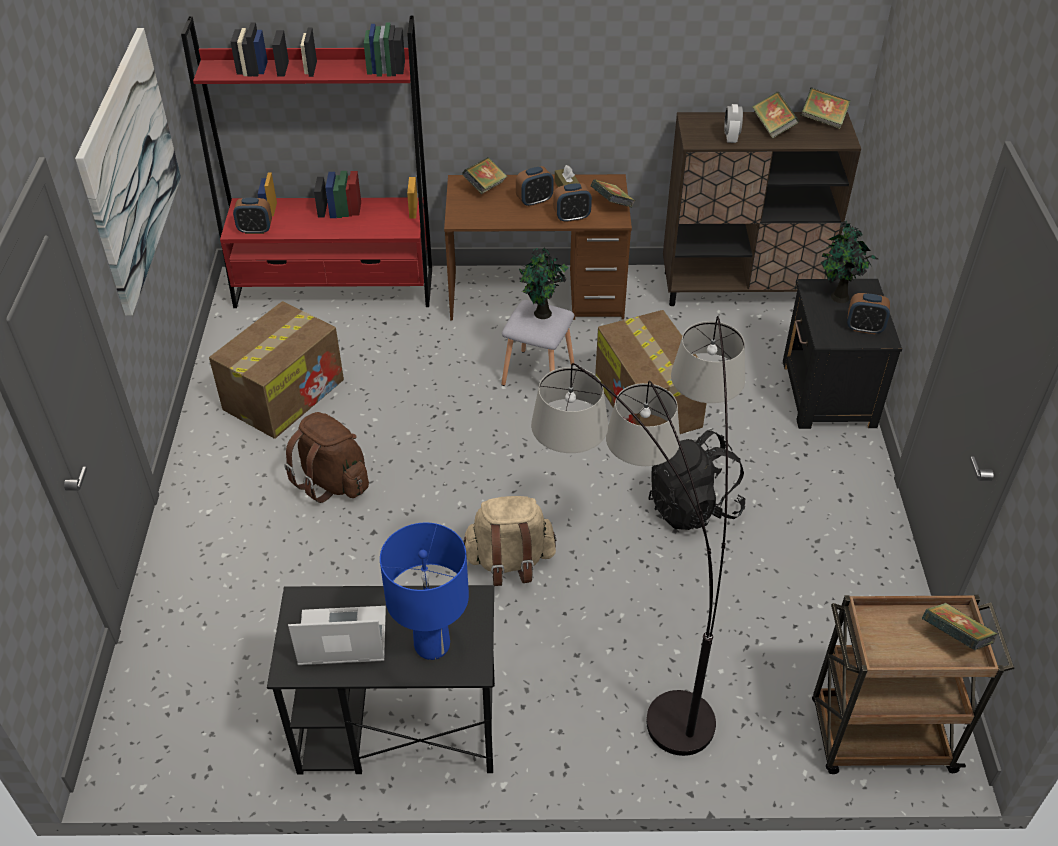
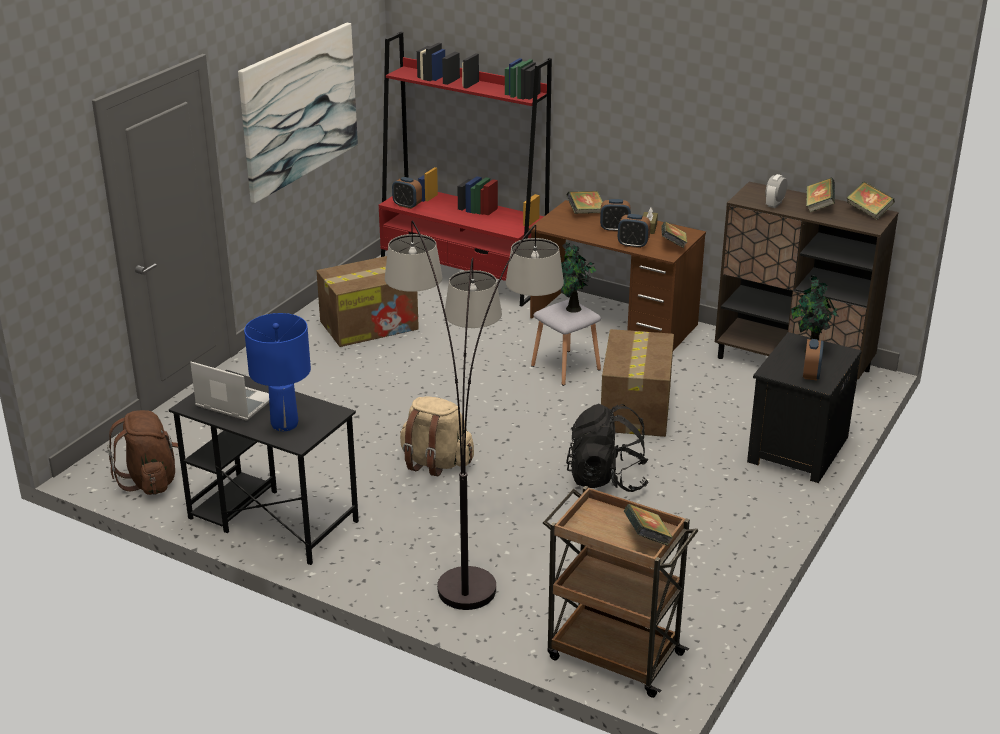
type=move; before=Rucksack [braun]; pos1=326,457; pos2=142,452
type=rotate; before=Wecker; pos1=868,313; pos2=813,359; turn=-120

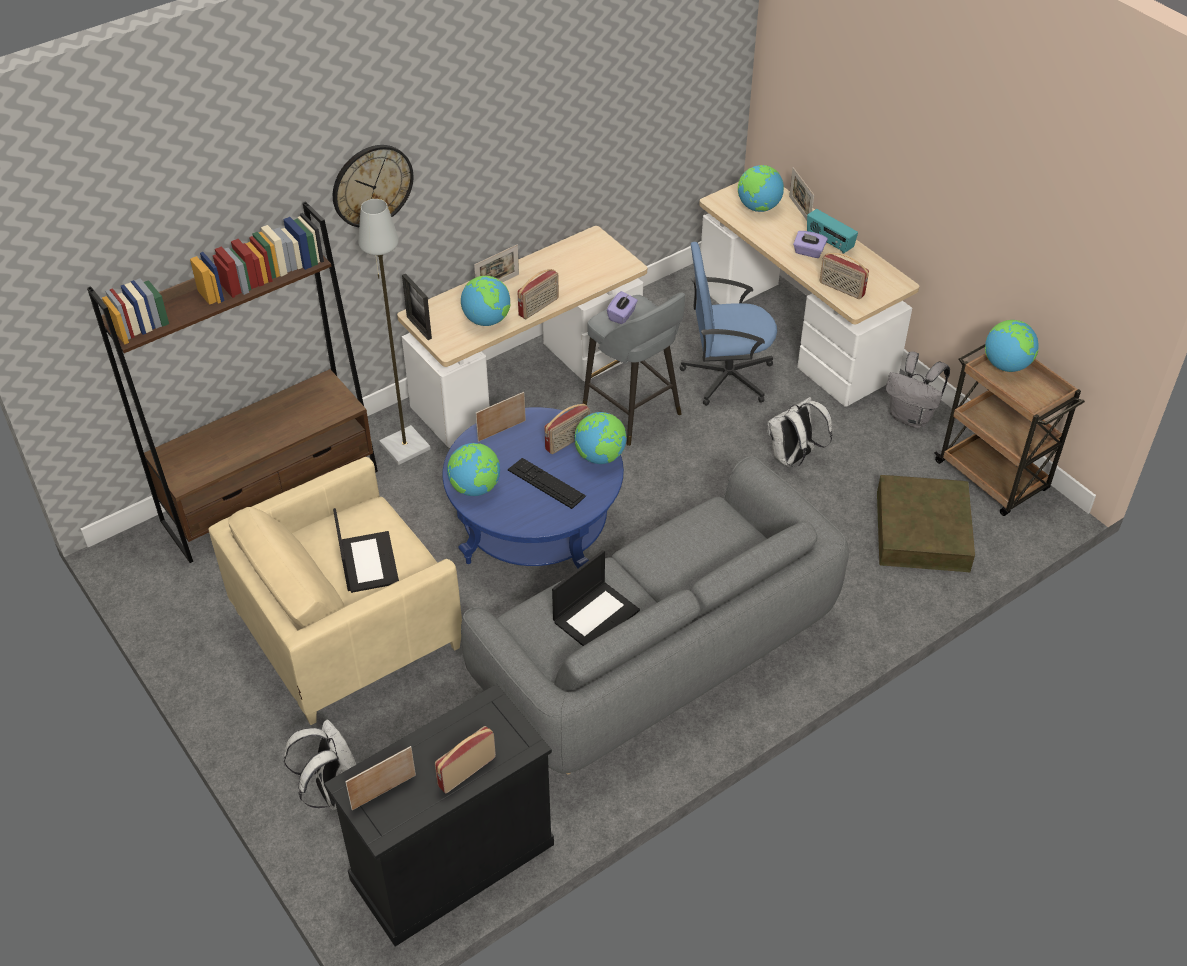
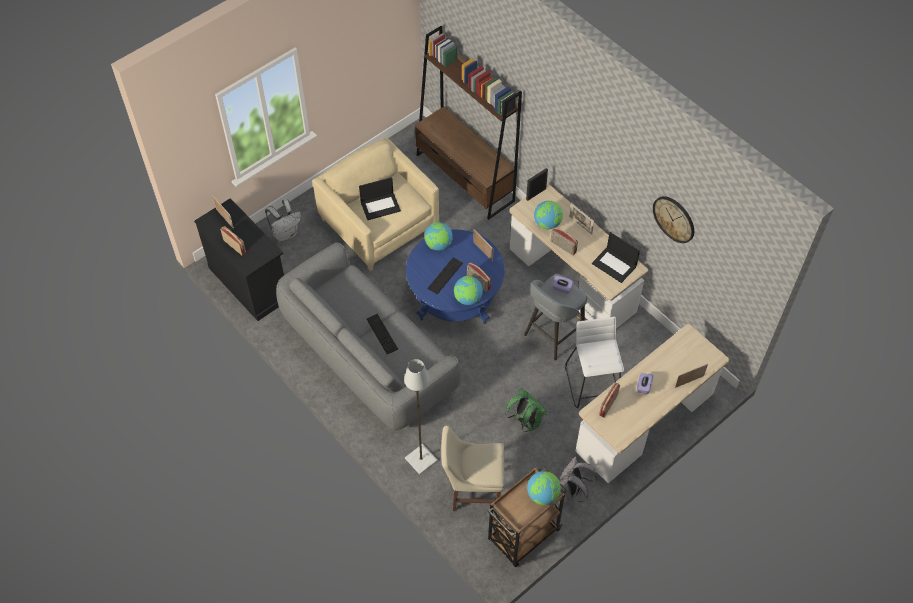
type=delete; before=Globus; pos1=761,188
type=delete; before=Radio; pos1=832,231
type=insert; after=Tastatur; pos2=382,334
type=move; before=Wanduhr; pos1=373,186; pos2=673,219
type=move; before=Stehlampe [grau]; pos1=394,332; pos2=421,417
type=move; before=Laptop; pos1=596,598; pos2=616,257
type=replace; before=Bürostuhl [blau]; after=Hocker [weiß]; pos1=728,324; pos2=594,362
type=replace; before=Aufbewahrungsbox [braun]; after=Stuhl [beige]; pos1=926,524; pos2=472,468
type=recolor; before=Rucksack [weiß]; after=Rucksack [grün]; pos1=799,432; pos2=526,410

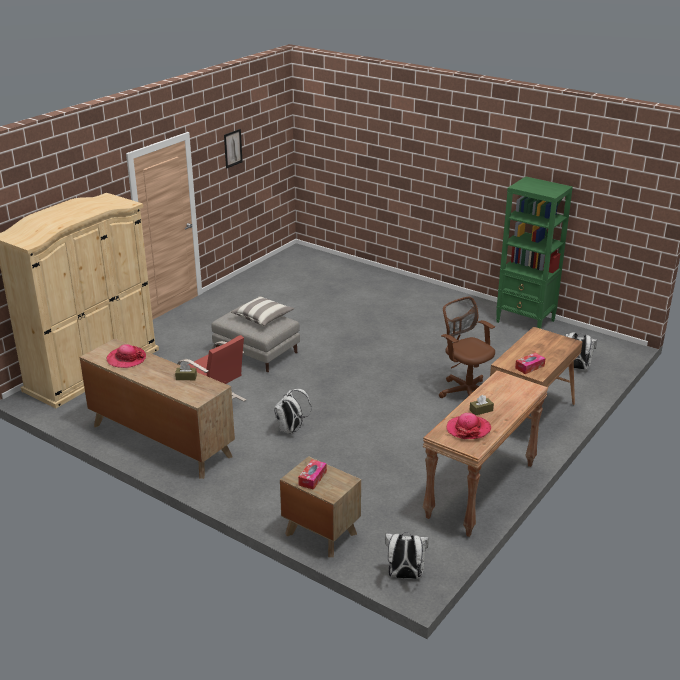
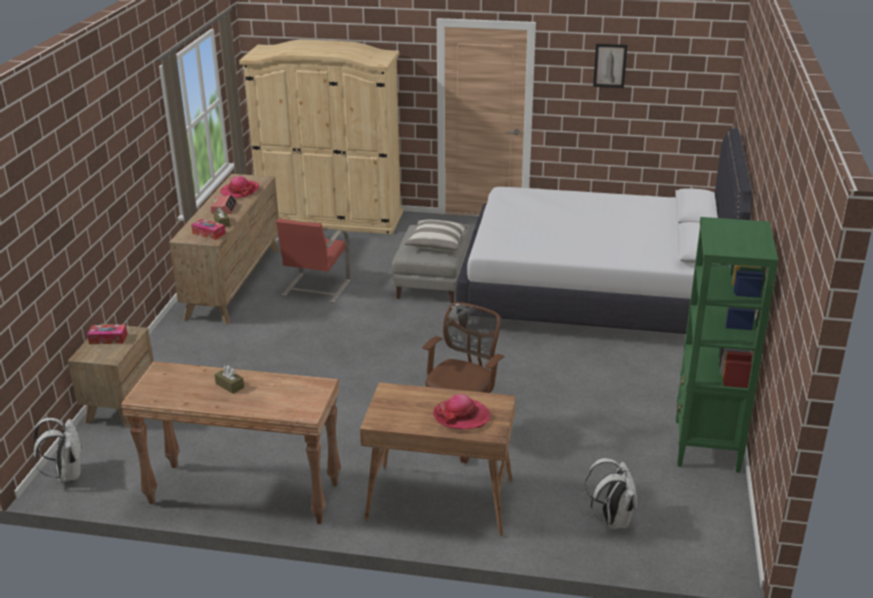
type=delete; before=Rucksack [weiß]; pos1=293,411
type=insert; after=Wecker; pos2=223,204
type=insert; after=Bett [weiß]; pos2=604,231
type=move; before=Hut; pos1=469,426; pos2=461,411
type=move; before=Taschentuchbox; pos1=530,363; pos2=208,229

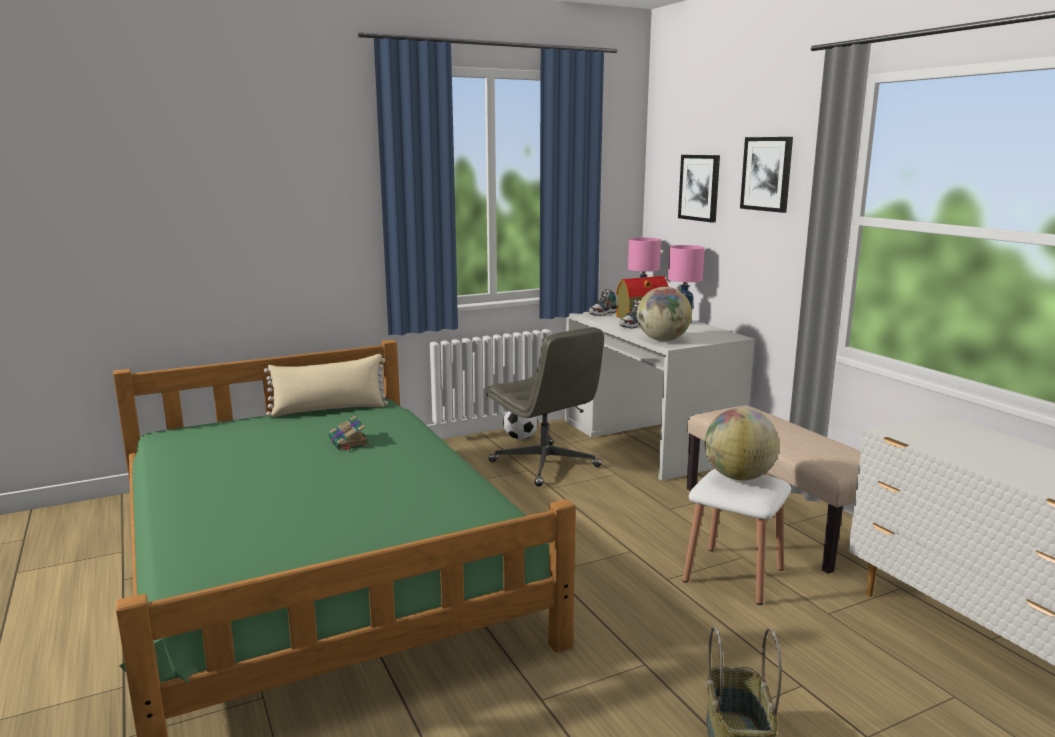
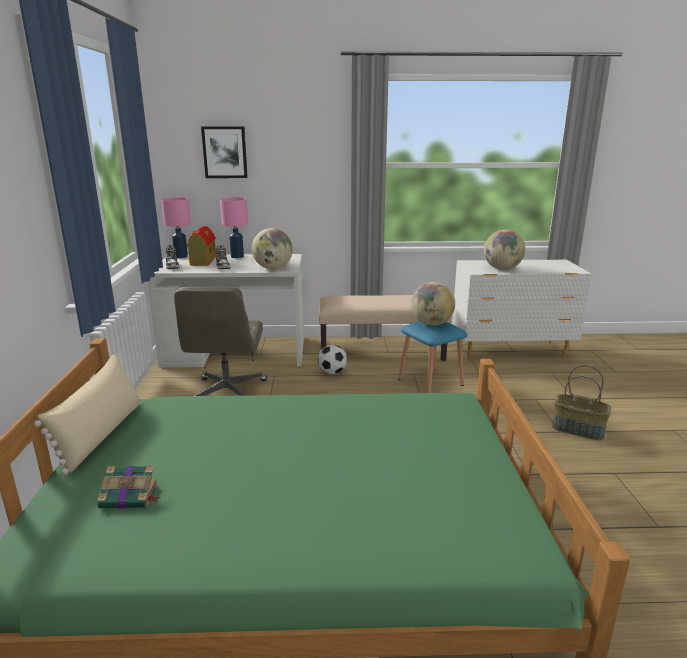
type=delete; before=Bild; pos1=766,175
type=insert; after=Globus; pos2=504,250
type=move; before=Buch; pos1=349,433; pos2=128,487
type=move; before=Fußball; pos1=520,425; pos2=332,359
type=recolor; before=Hocker [weiß]; after=Hocker [blau]; pos1=737,537; pos2=433,357
type=rotate; before=Bürostuhl [grau]; pos1=545,407; pos2=220,341; turn=105

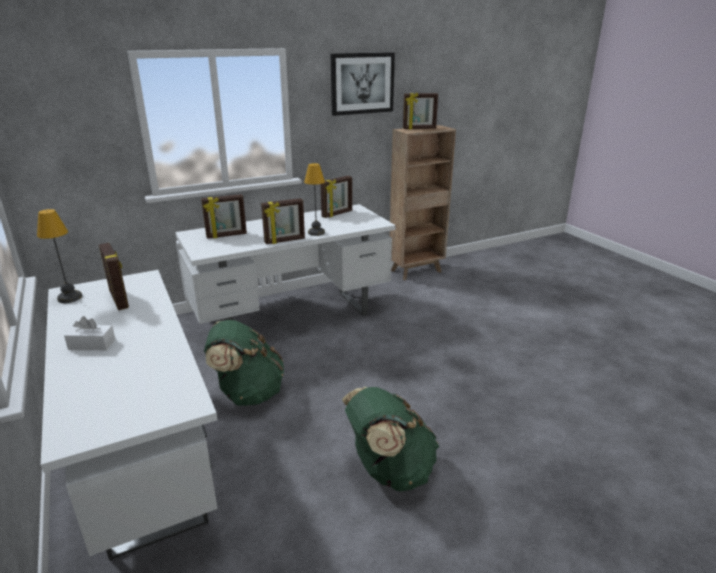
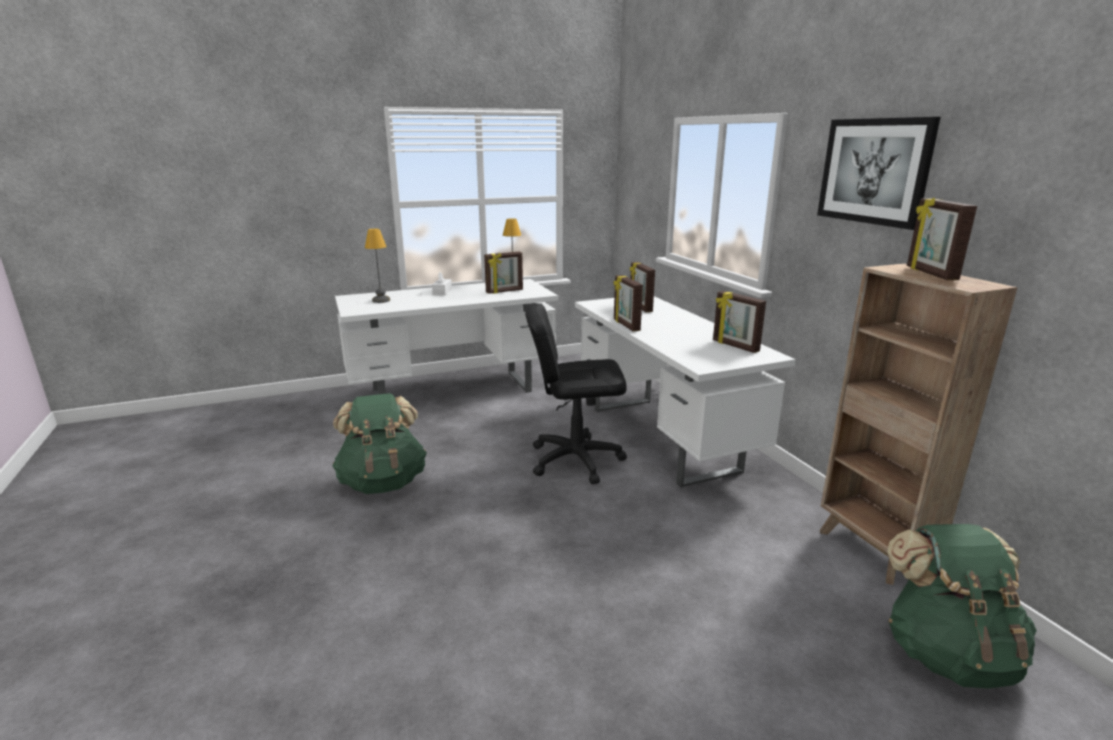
type=insert; after=Bürostuhl [schwarz]; pos2=576,393
type=move; before=Rucksack [grün]; pos1=244,363; pos2=962,606
type=move; before=Tischlampe; pos1=314,199; pos2=377,266

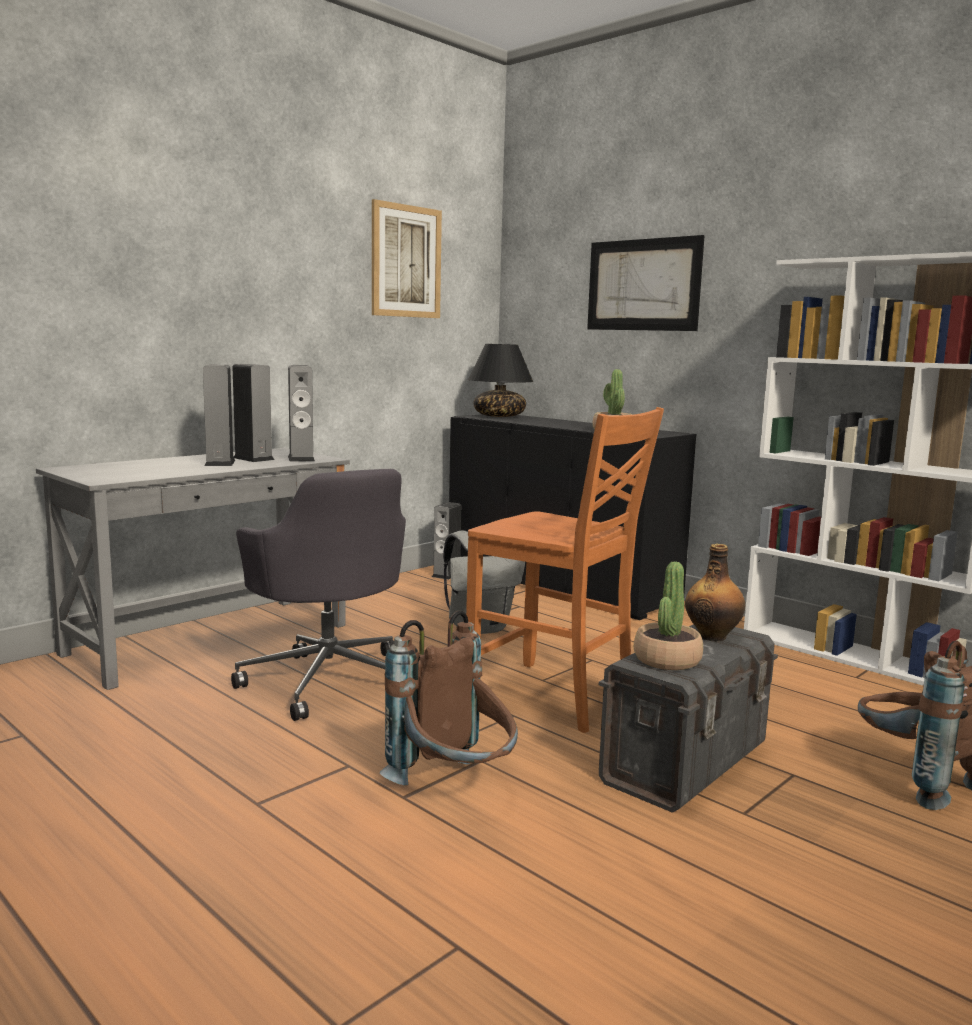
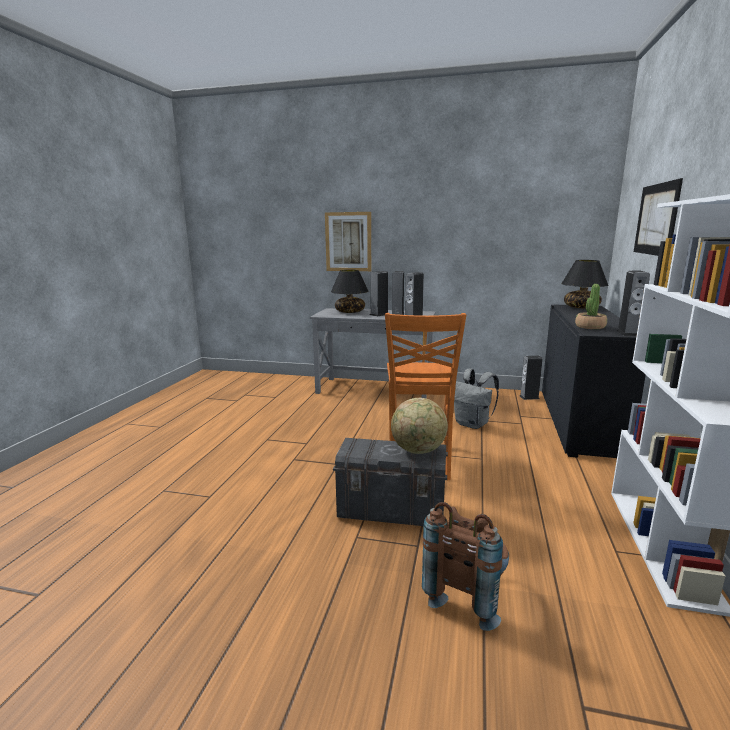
type=delete; before=Bürostuhl [grau]; pos1=318,595
type=delete; before=Rucksack [braun]; pos1=449,697
type=delete; before=Topfpflanze; pos1=668,616
type=insert; after=Tischlampe [schwarz]; pos2=350,291
type=insert; after=Lautsprecher; pos2=633,303
type=move; before=Bild; pos1=407,258; pos2=348,241
type=replace; before=Flasche; after=Globus; pos1=715,592; pos2=419,426

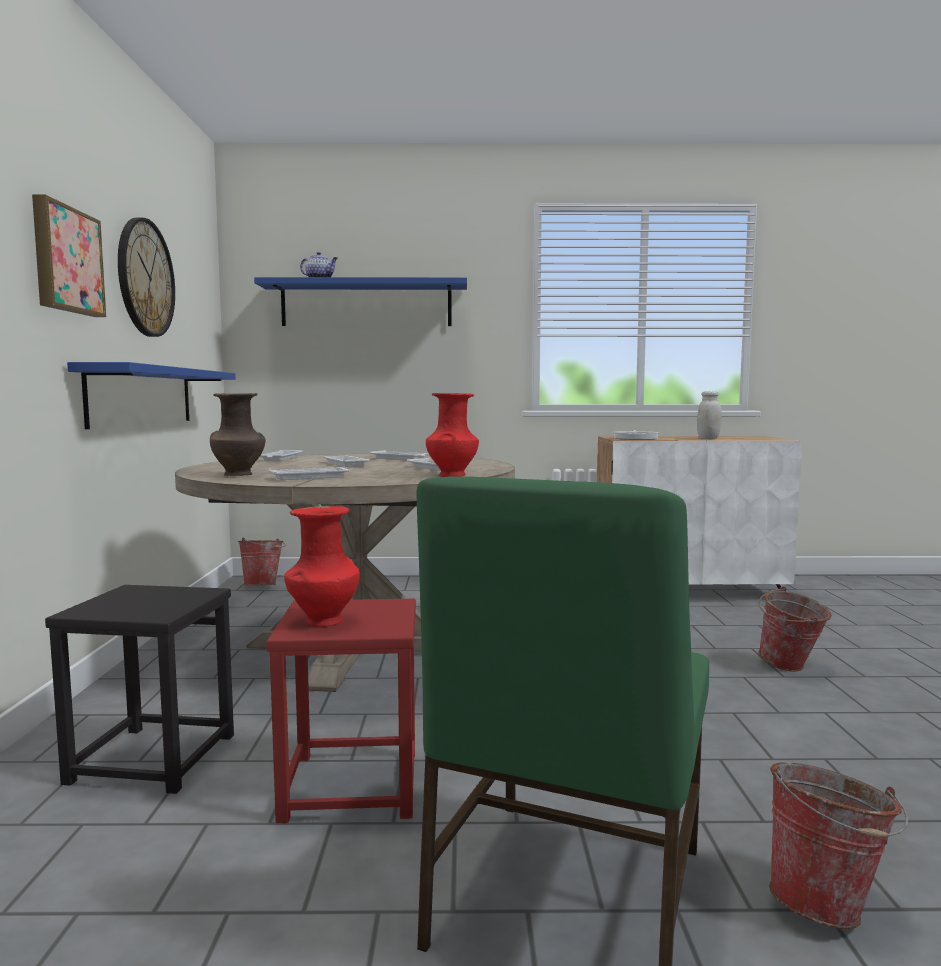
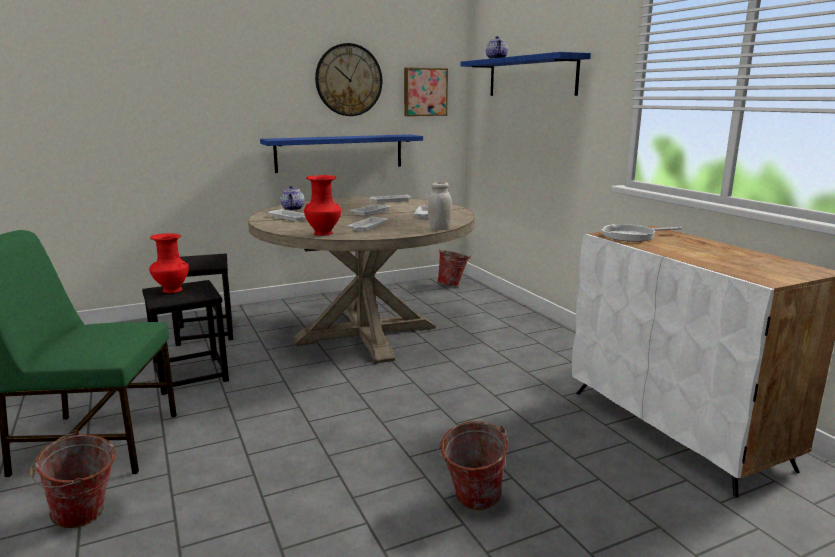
type=move; before=Bild; pos1=69,256; pos2=426,91
type=move; before=Vorratsglas [weiß]; pos1=709,415; pos2=440,206
type=replace; before=Vase [braun]; after=Teekanne; pos1=238,434; pos2=292,198
type=recolor; before=Hocker [rot]; after=Hocker [schwarz]; pos1=341,711; pos2=185,337

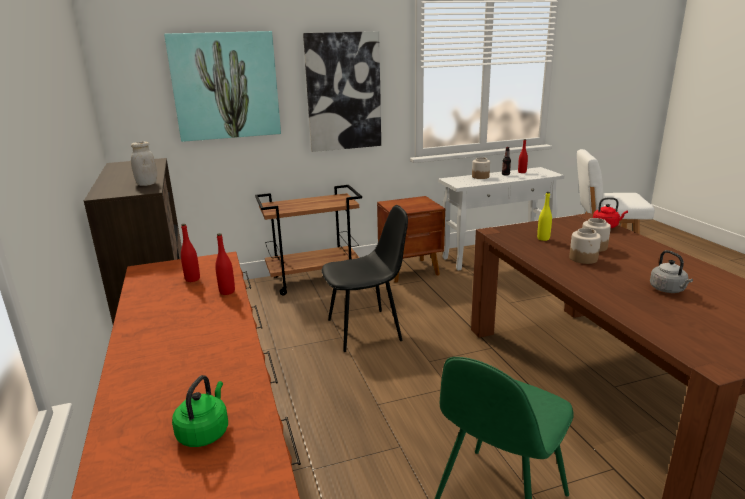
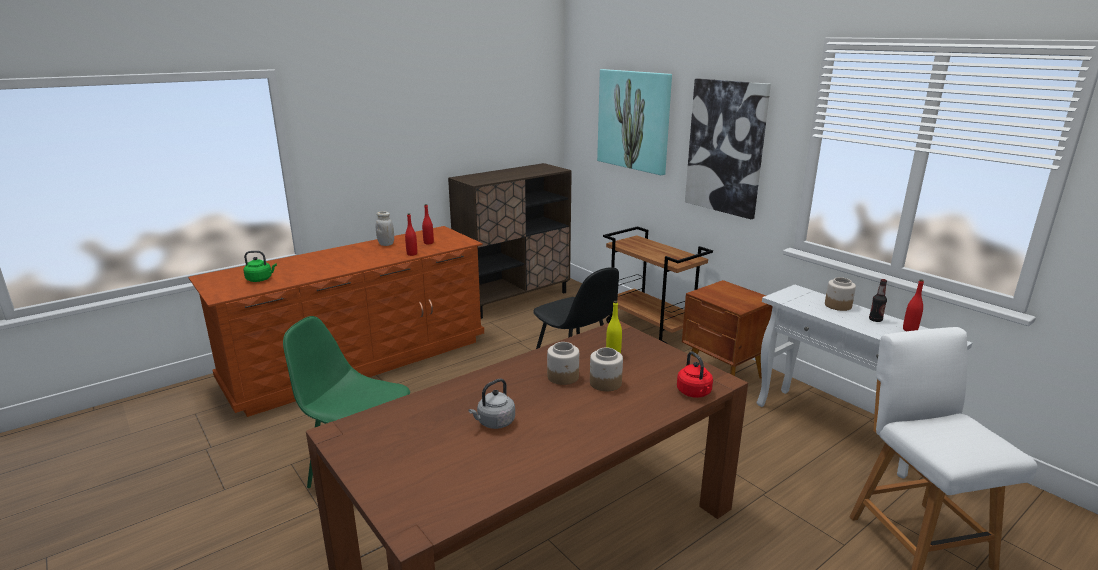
type=move; before=Vorratsglas [weiß]; pos1=144,164; pos2=385,228

